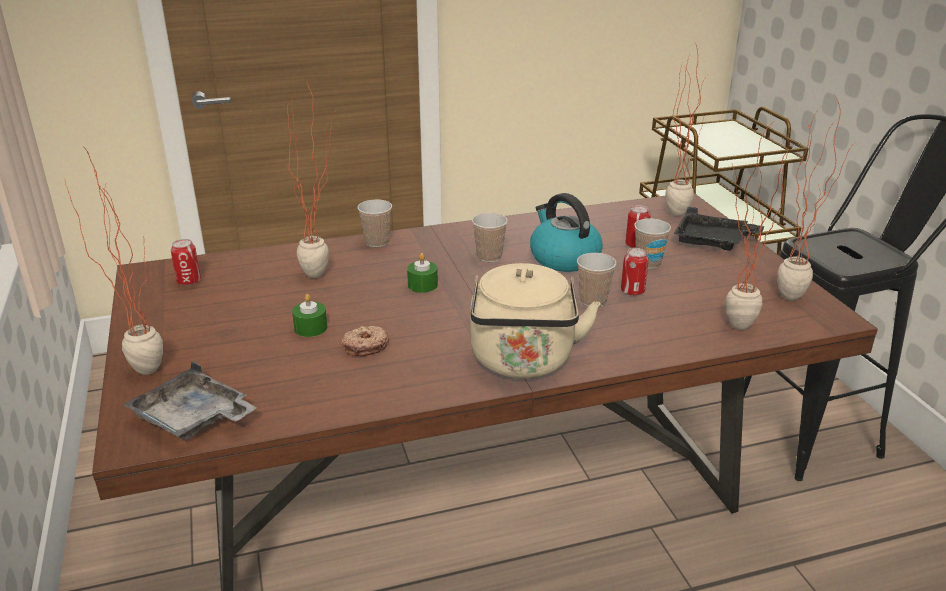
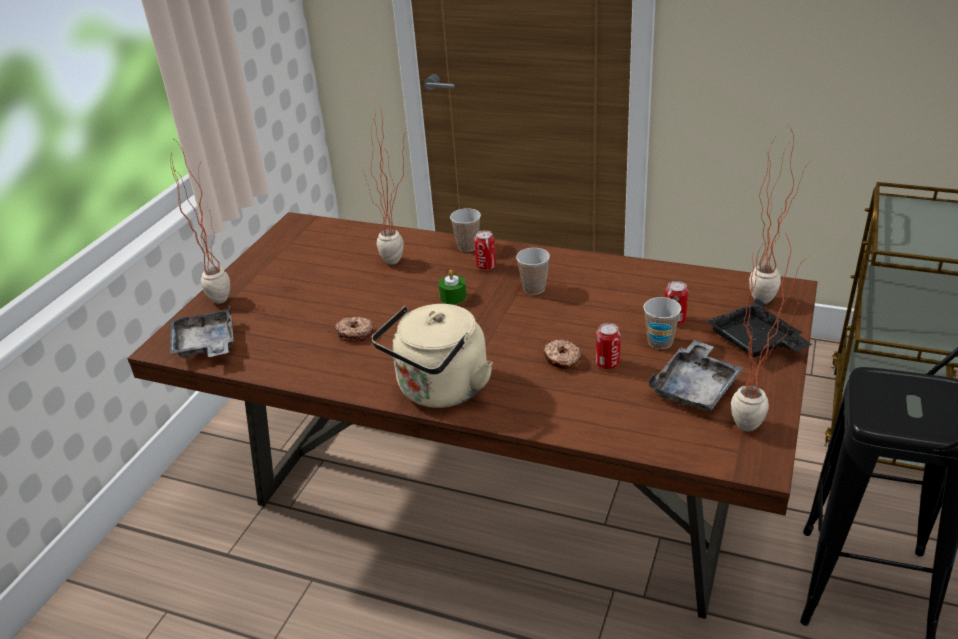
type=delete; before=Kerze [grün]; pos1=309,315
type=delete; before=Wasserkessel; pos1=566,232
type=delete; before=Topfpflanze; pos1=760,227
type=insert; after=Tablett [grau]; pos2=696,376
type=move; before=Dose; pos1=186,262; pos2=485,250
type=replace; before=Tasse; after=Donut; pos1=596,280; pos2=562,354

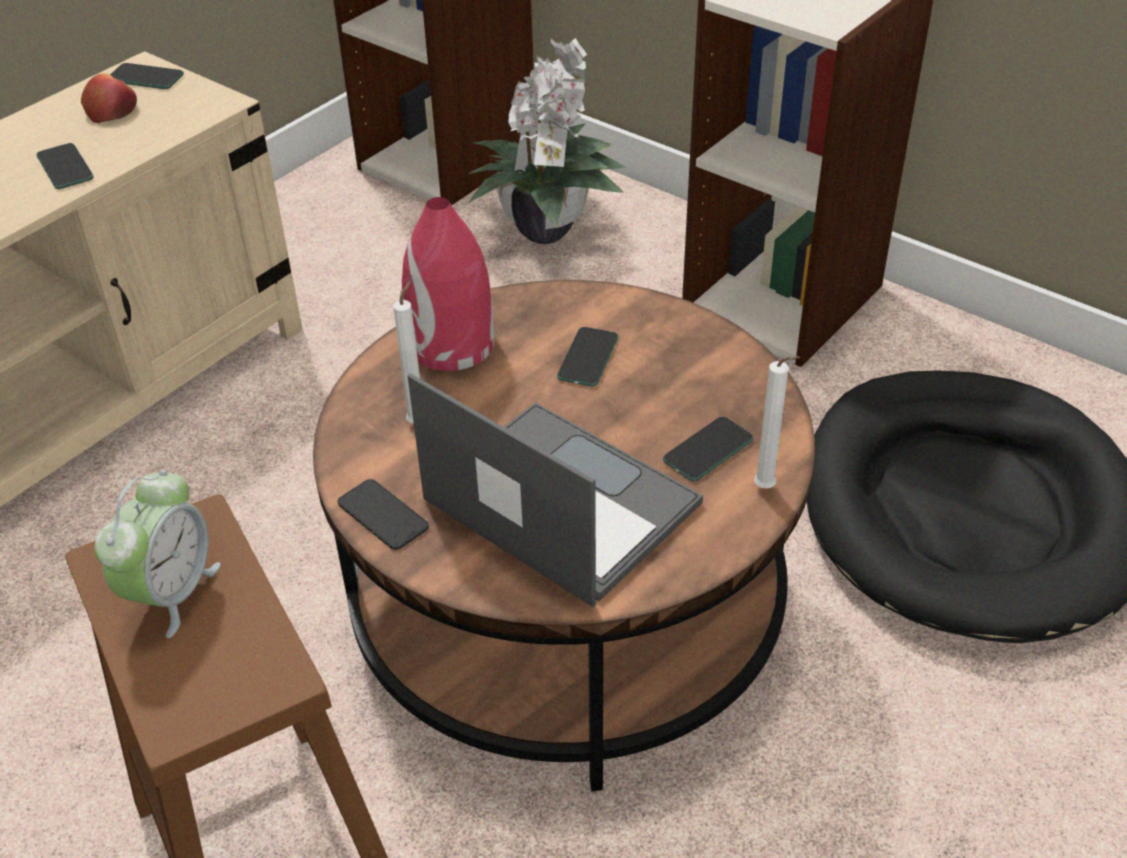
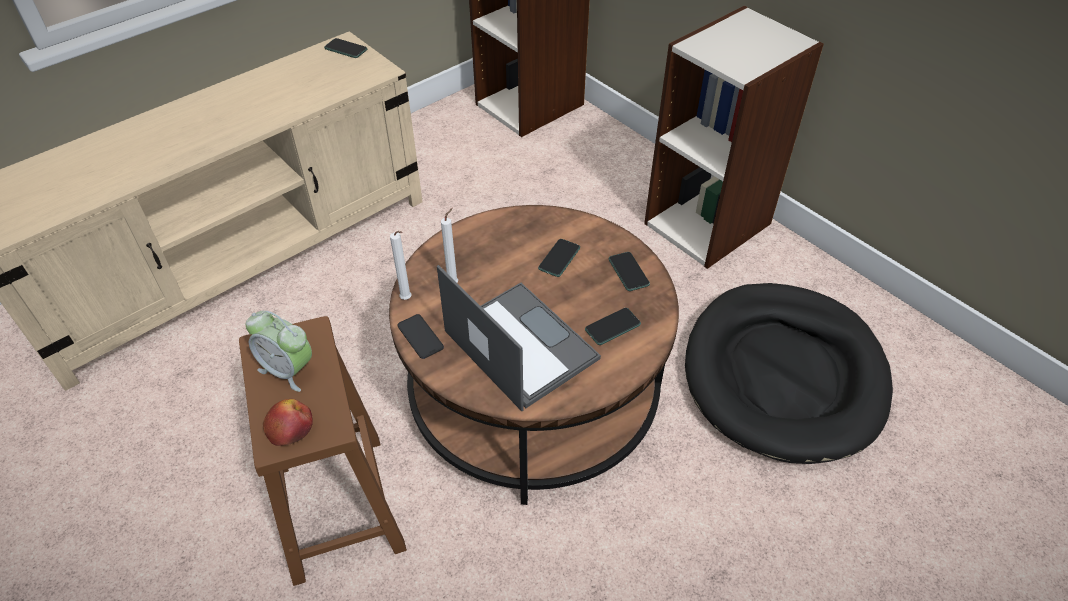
type=delete; before=Vase [rot]; pos1=448,284
type=delete; before=Topfpflanze; pos1=546,141
type=move; before=Handy; pos1=65,166; pos2=629,271
type=move; before=Apfel; pos1=109,98; pos2=288,422
type=move; before=Kerze [weiß]; pos1=777,422; pos2=400,265
type=rotate; before=Wecker; pos1=158,554; pos2=279,351; turn=90

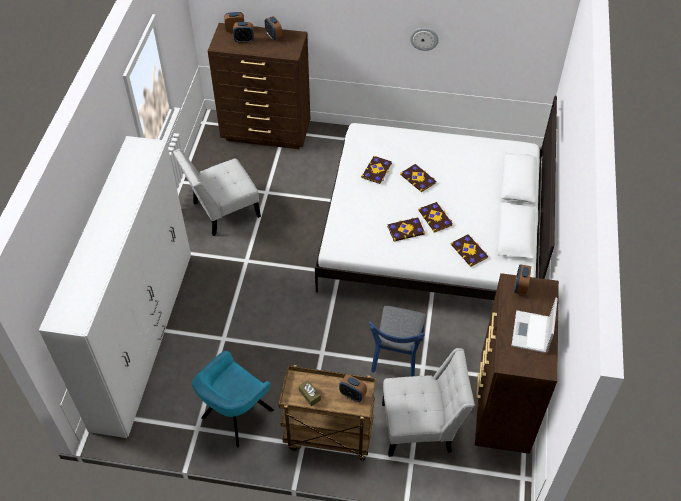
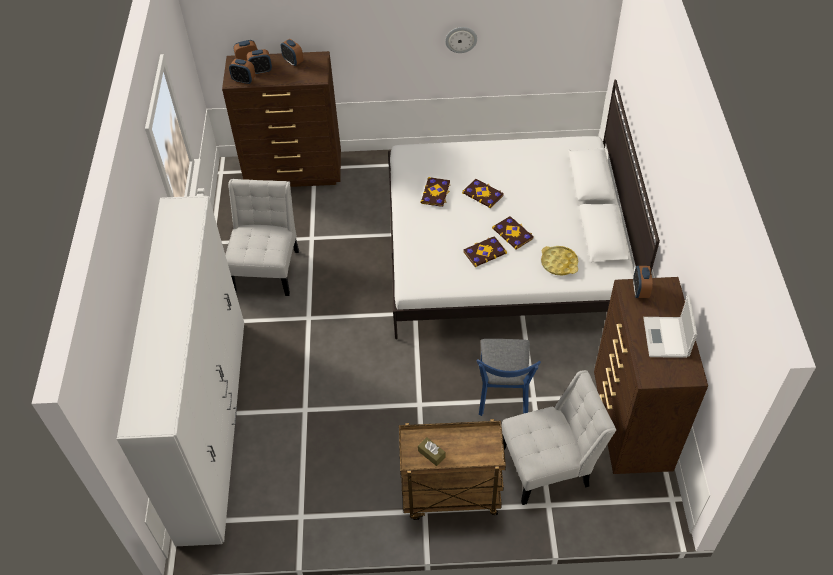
type=delete; before=Sessel [türkis]; pos1=233,399
type=move; before=Wecker; pos1=353,388; pos2=242,71
type=replace; before=Buch; after=Tablett [gelb]; pos1=469,250; pos2=559,261
type=rotate; before=Stuhl [weiß]; pos1=217,192; pos2=262,237; turn=135

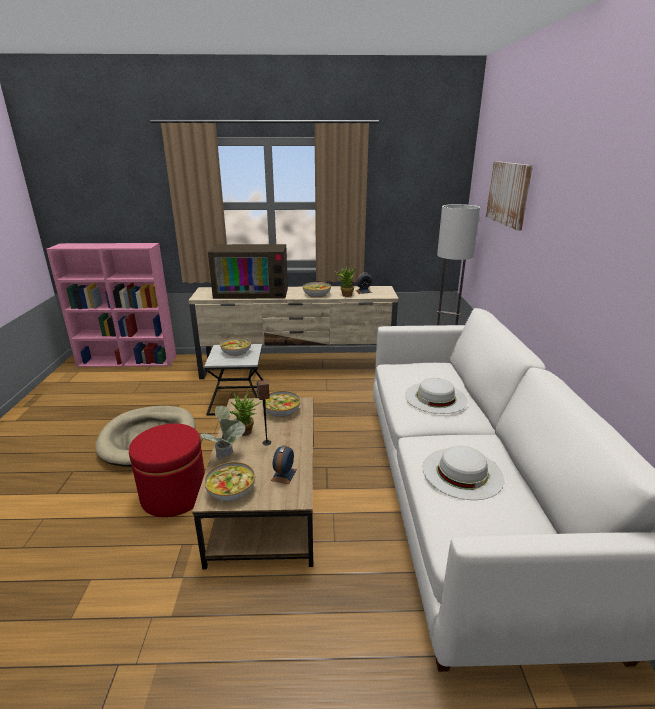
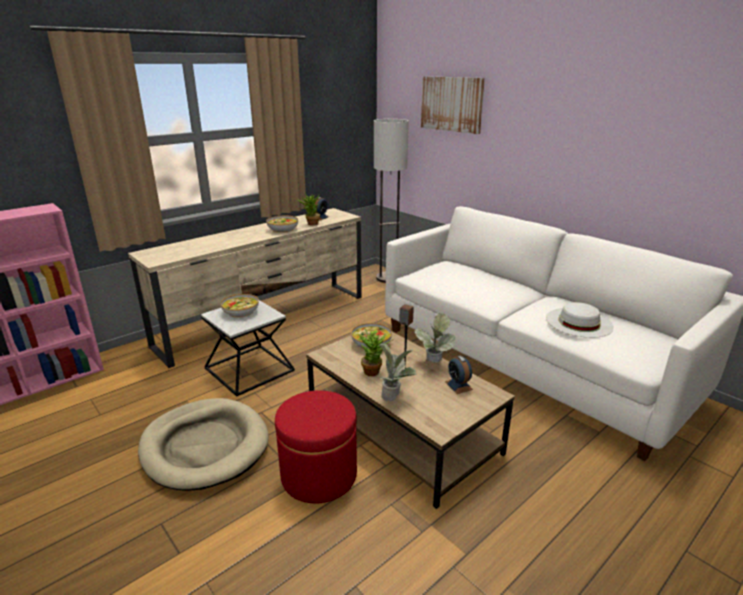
type=delete; before=Schüssel; pos1=229,481
type=delete; before=Fernseher; pos1=248,271
type=delete; before=Hut [weiß]; pos1=436,396
type=insert; after=Topfpflanze; pos2=434,338

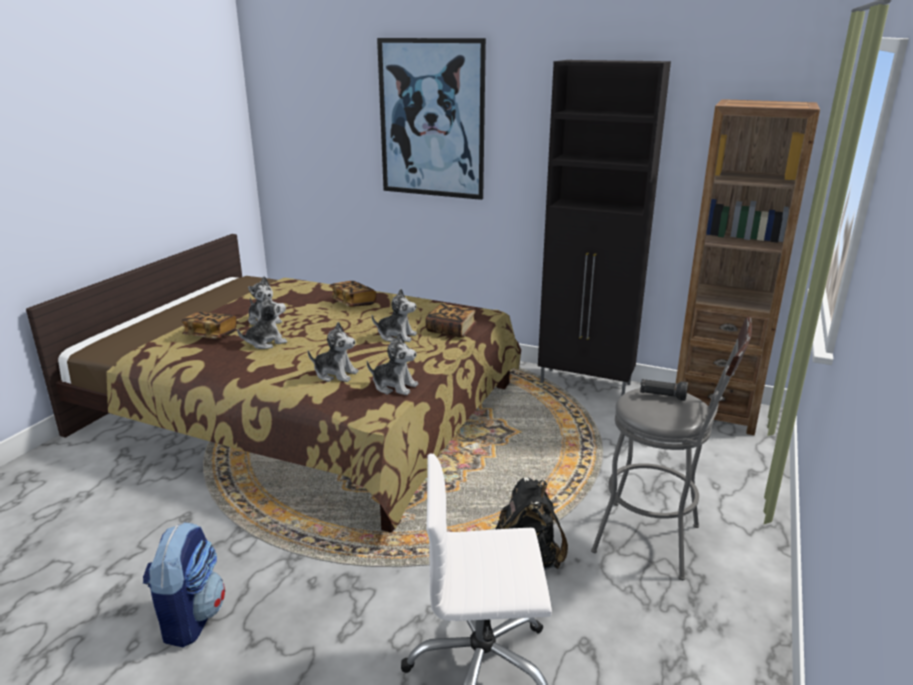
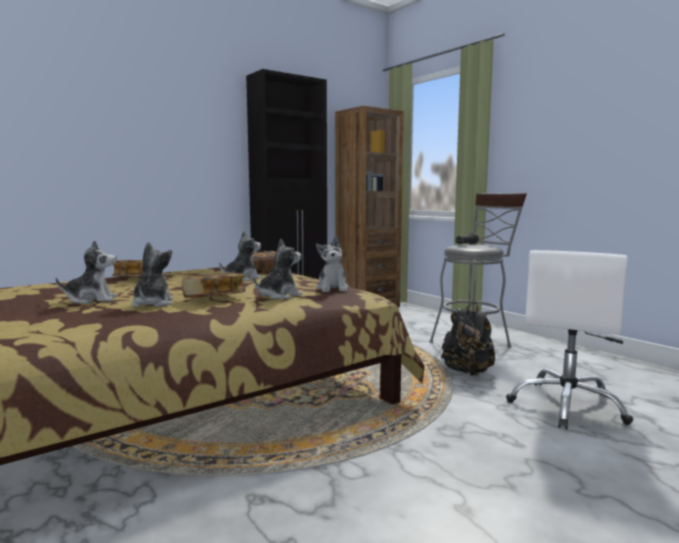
type=delete; before=Rucksack; pos1=184,584
type=delete; before=Bild; pos1=431,119
type=move; before=Buch; pos1=209,325; pos2=214,285
type=rotate; before=Plüschtier; pos1=392,364; pos2=332,264; turn=120

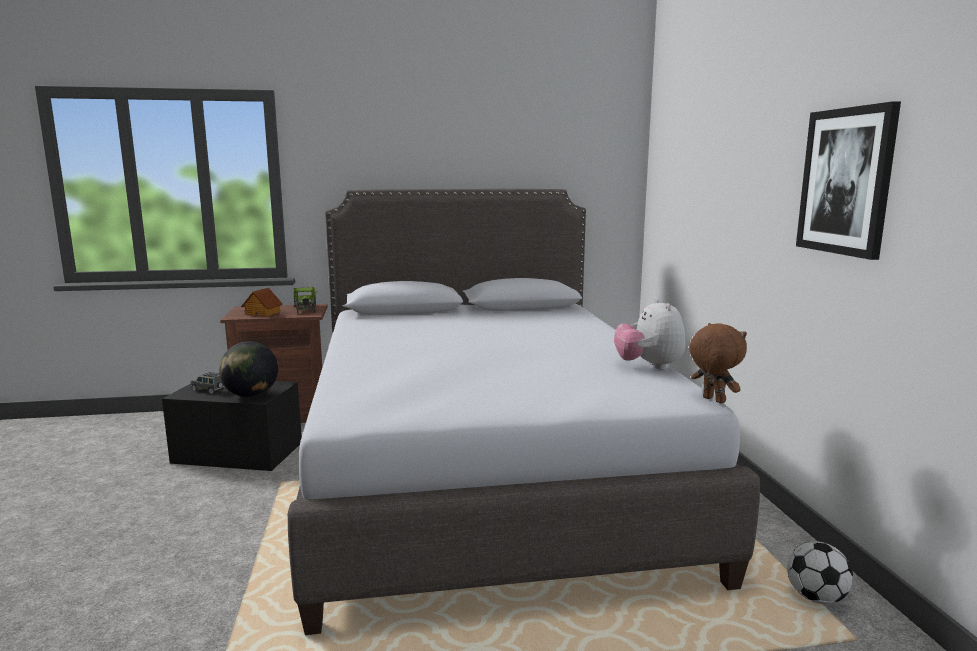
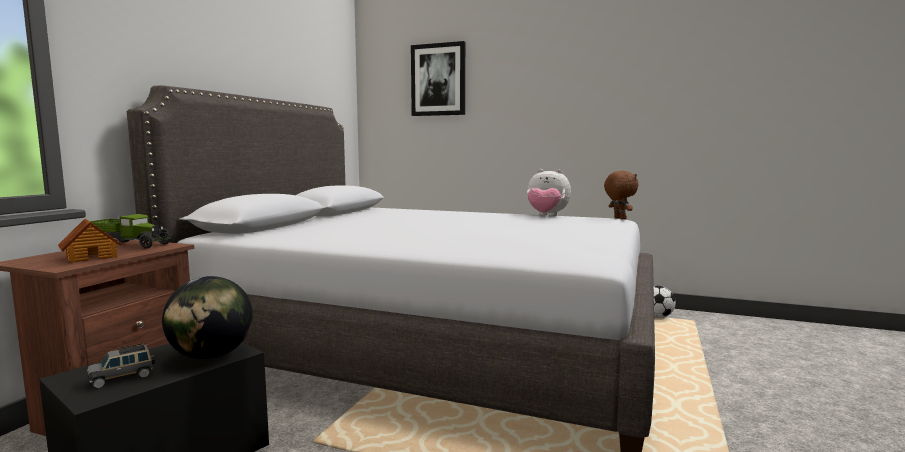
type=move; before=Bild; pos1=848,180; pos2=438,78
type=rotate; before=Plüschtier [braun]; pos1=718,363; pos2=621,195; turn=75

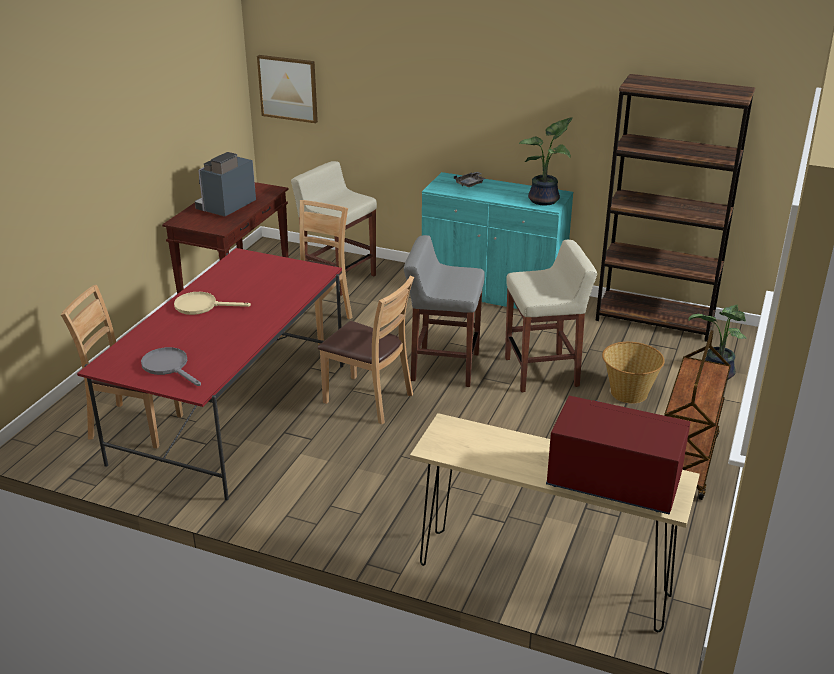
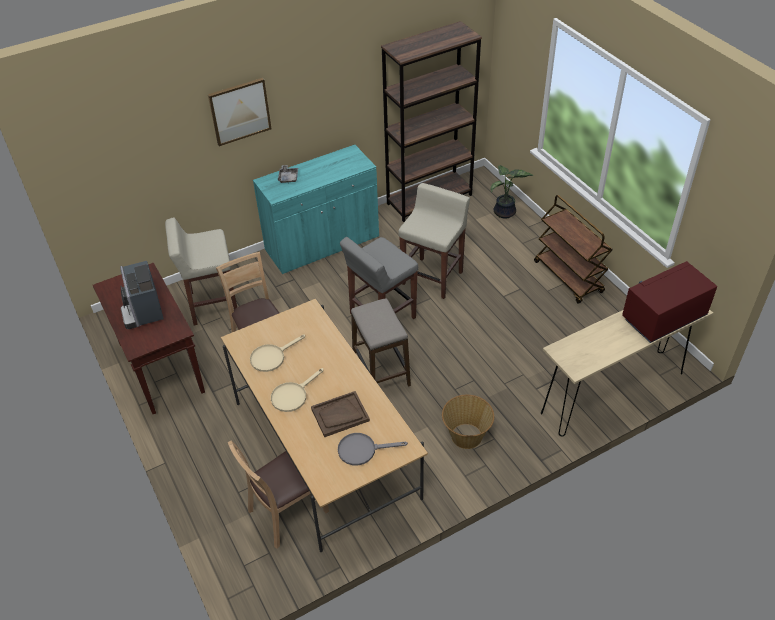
type=delete; before=Topfpflanze; pos1=546,161
type=insert; after=Pfanne [beige]; pos2=277,353
type=insert; after=Tablett [braun]; pos2=340,414
type=move; before=Bild; pos1=287,89; pos2=239,112
type=move; before=Korb; pos1=633,372; pos2=468,422
type=replace; before=Stuhl [braun]; after=Hocker; pos1=366,350; pos2=381,343
type=recolor; before=Esstisch [rot]; after=Esstisch [beige]; pos1=210,374; pos2=324,425

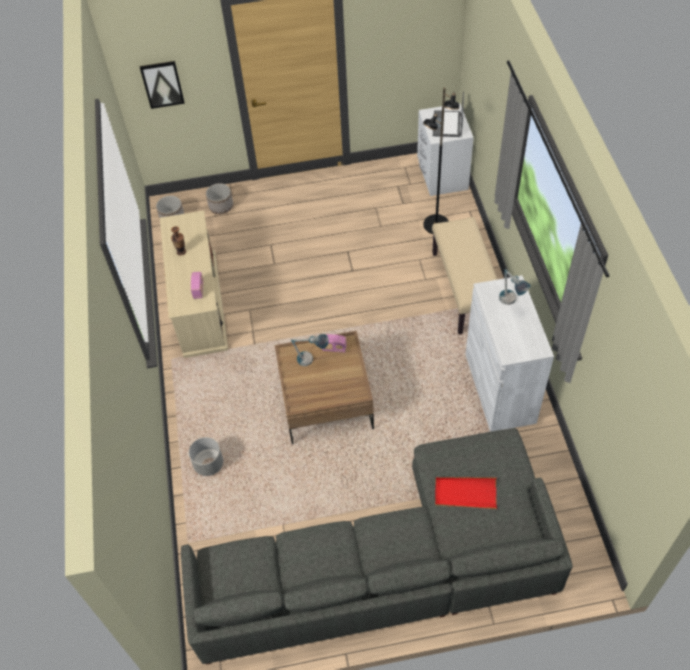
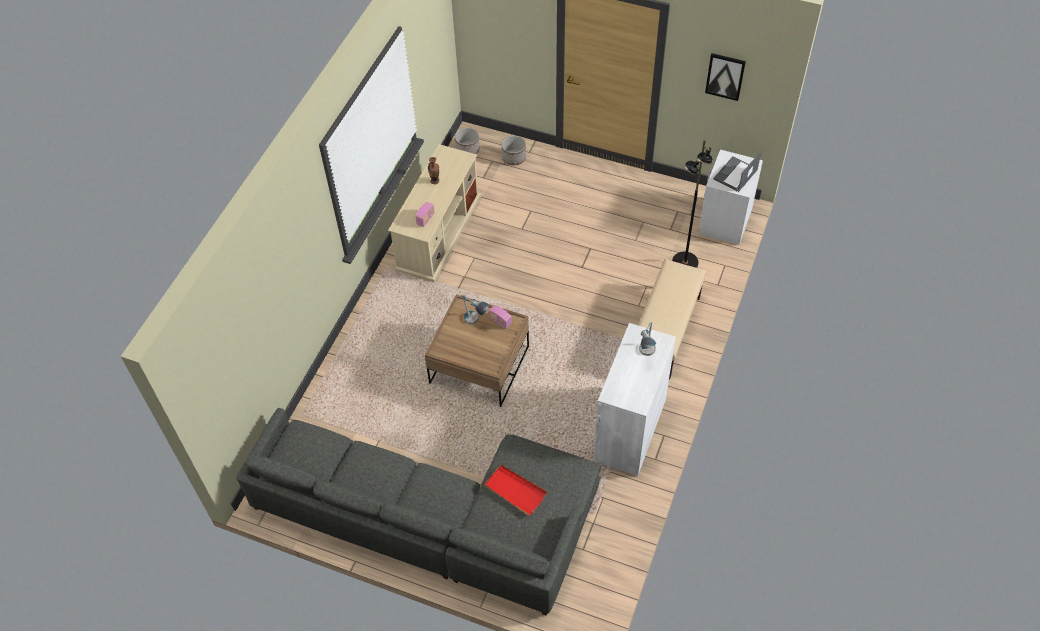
type=delete; before=Pflanzkübel [grau]; pos1=206,456
type=move; before=Bild; pos1=162,85; pos2=725,77

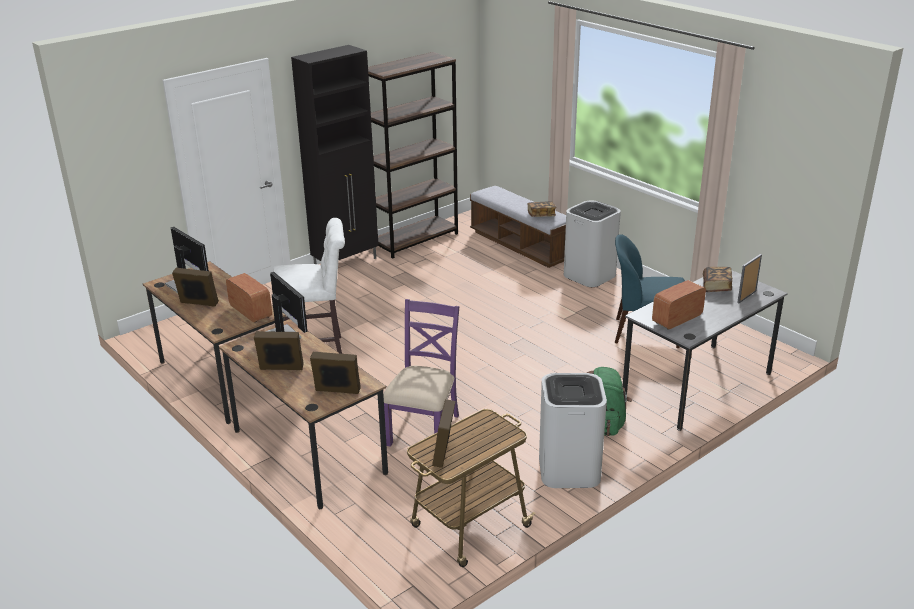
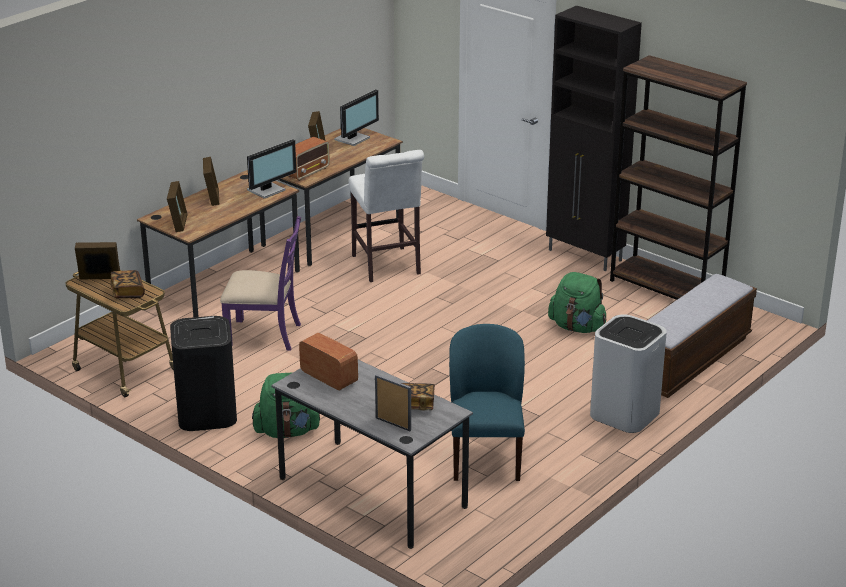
type=insert; after=Rucksack [grün]; pos2=577,302
type=move; before=Buch; pos1=542,209; pos2=128,284
type=recolor; before=Mülleimer [weiß]; after=Mülleimer [schwarz]; pos1=573,430; pos2=203,373

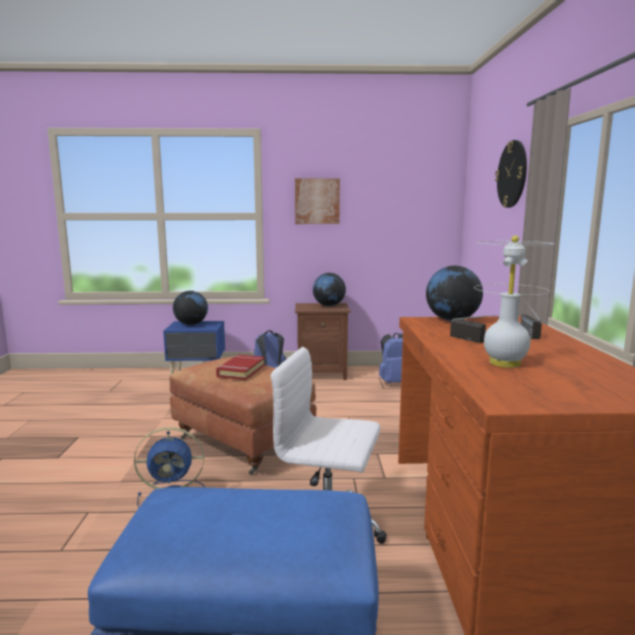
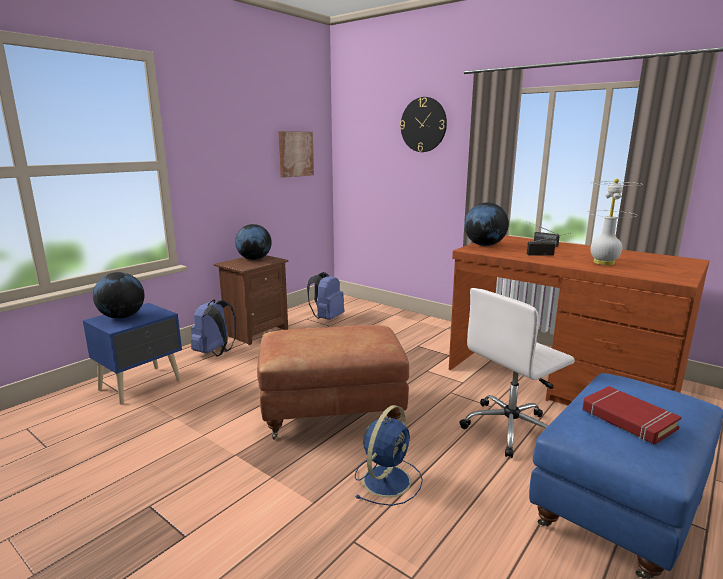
type=move; before=Buch [rot]; pos1=240,367; pos2=632,415
type=move; before=Bild; pos1=317,201; pos2=296,154

